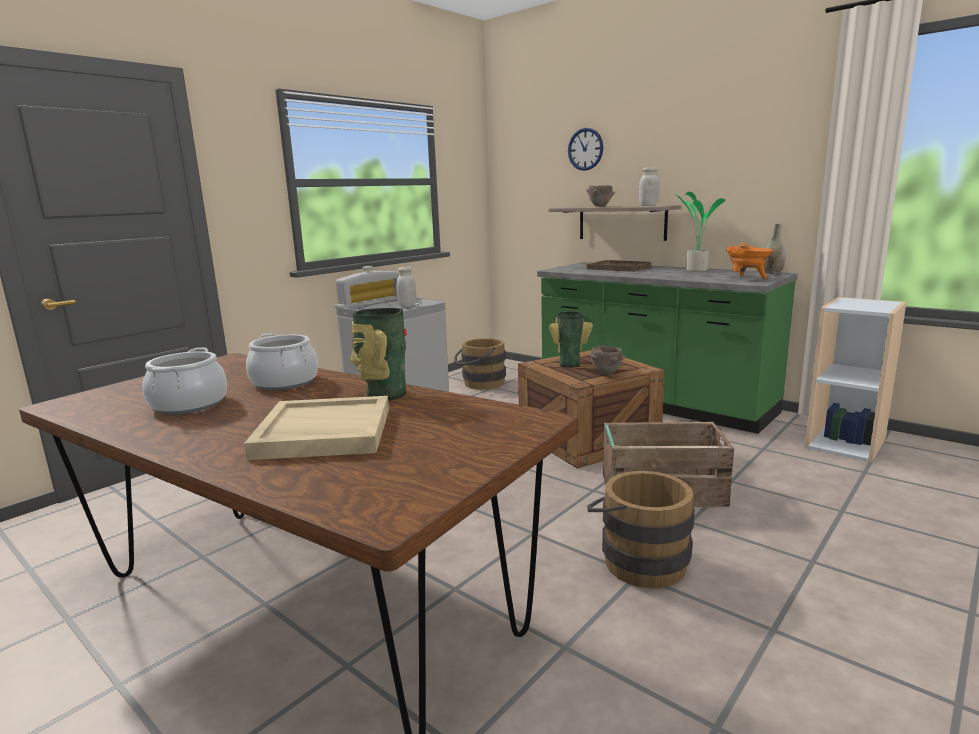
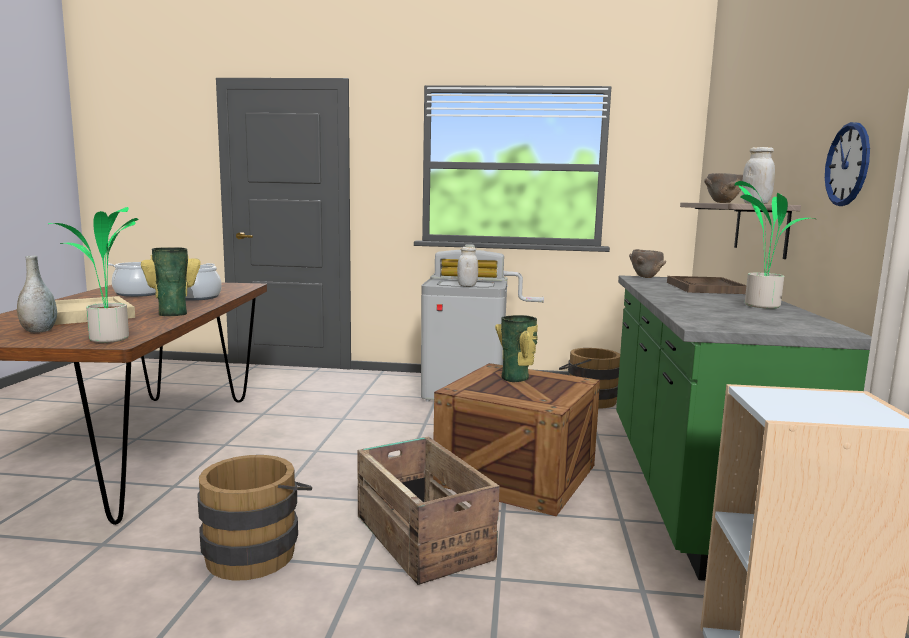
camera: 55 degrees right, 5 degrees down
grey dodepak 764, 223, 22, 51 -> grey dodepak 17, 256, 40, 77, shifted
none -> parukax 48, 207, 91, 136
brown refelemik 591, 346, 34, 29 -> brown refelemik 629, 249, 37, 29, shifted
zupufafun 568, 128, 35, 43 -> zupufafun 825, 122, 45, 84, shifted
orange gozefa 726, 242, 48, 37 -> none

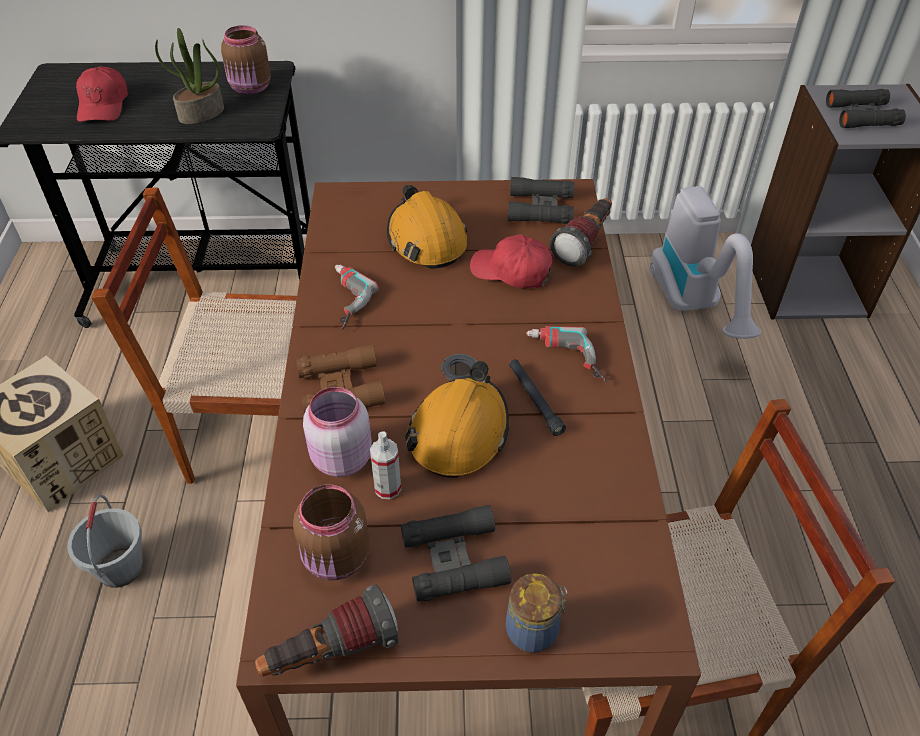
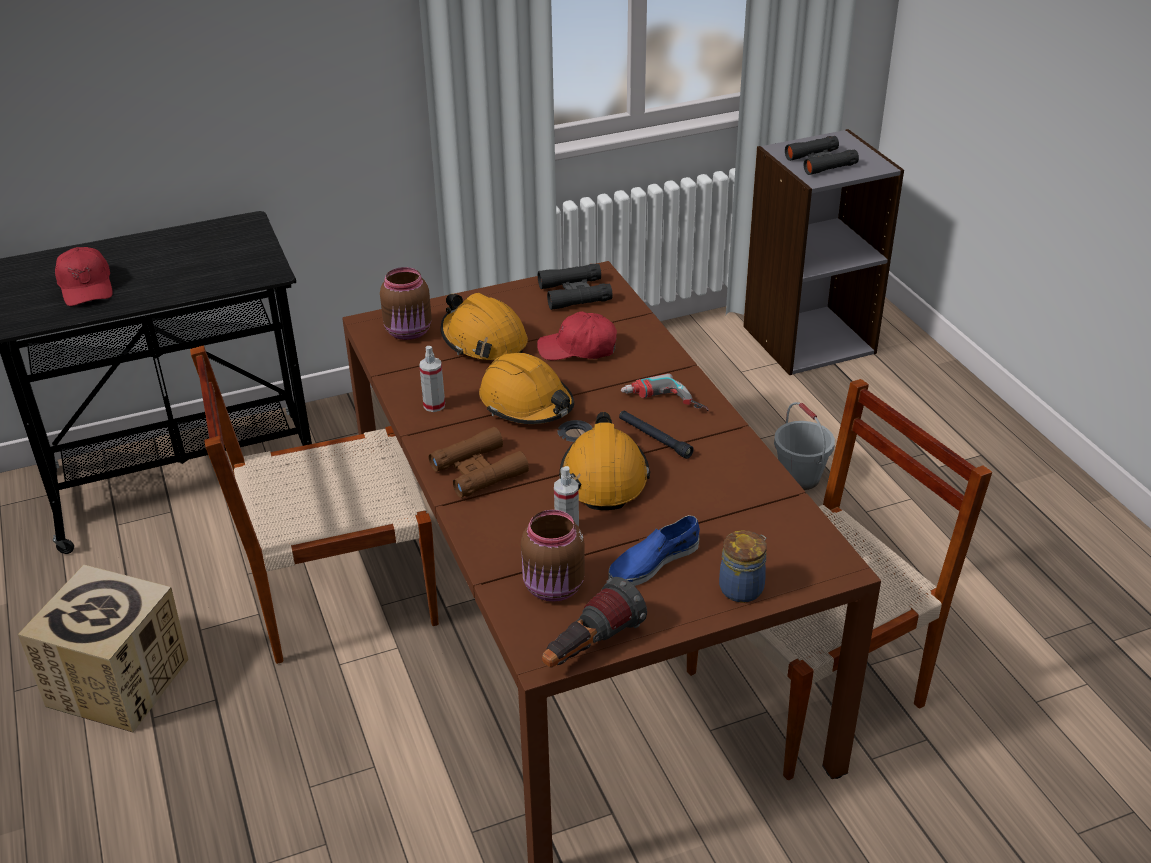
camera: 20 degrees left, 10 degrees down
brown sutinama 221, 25, 50, 70 -> brown sutinama 380, 267, 52, 73, shifted
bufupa 335, 265, 44, 65 -> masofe 419, 346, 26, 66
none -> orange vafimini 479, 353, 95, 71
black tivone 401, 505, 111, 97 -> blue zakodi 608, 515, 92, 71
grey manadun 67, 494, 76, 94 -> grey manadun 774, 402, 61, 88, shifted
parukax 155, 28, 69, 96 -> none
pink sutinama 303, 387, 69, 90 -> none
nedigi 550, 198, 62, 69 -> none
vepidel 650, 186, 111, 153 -> none

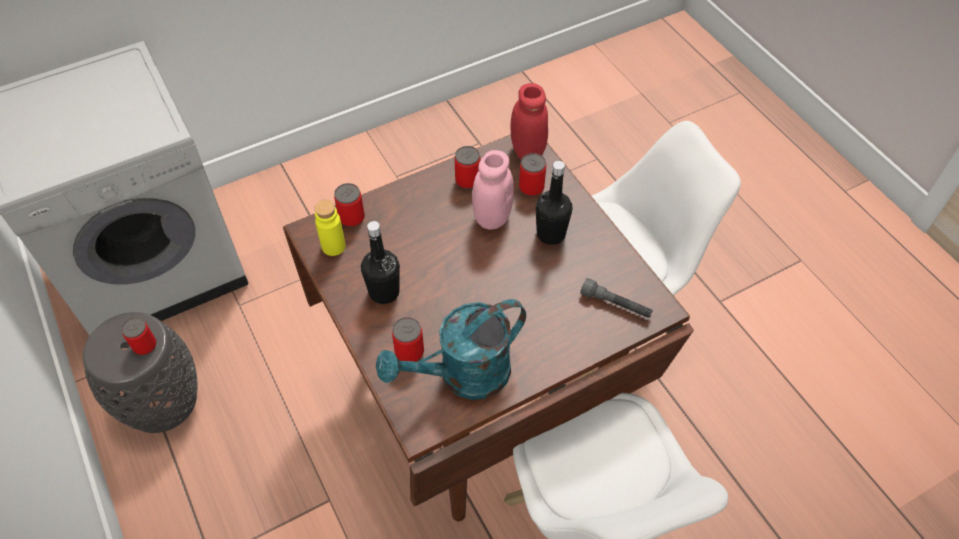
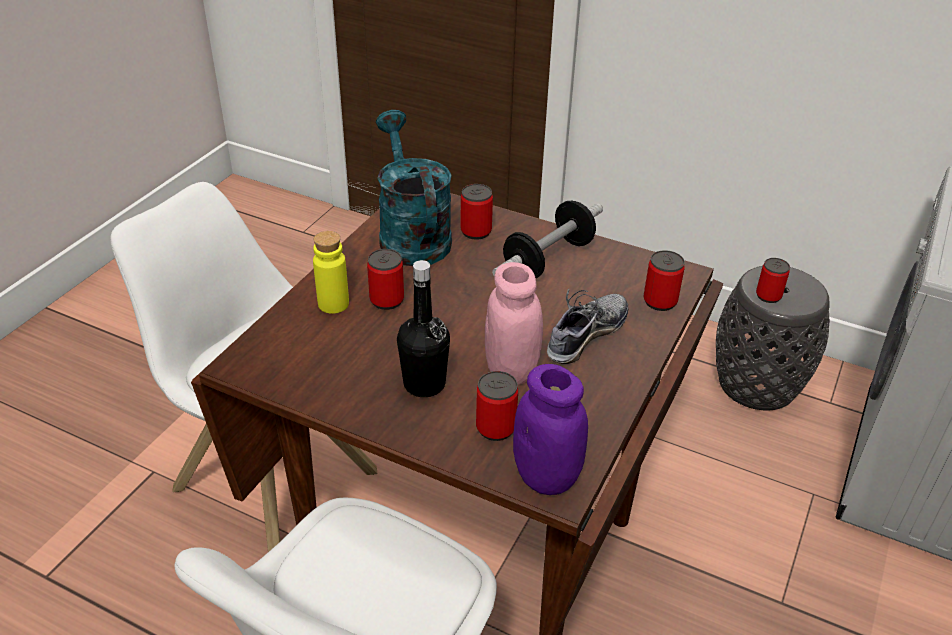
camera: 145 degrees right, 15 degrees down
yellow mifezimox 314, 200, 32, 56 -> yellow mifezimox 313, 231, 36, 83, shifted
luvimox 455, 146, 25, 43 -> luvimox 367, 249, 37, 61, shifted
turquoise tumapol 376, 299, 150, 101 -> turquoise tumapol 376, 110, 76, 156, 45 degrees counterclockwise
black mifezimox 361, 221, 39, 83 -> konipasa 492, 201, 111, 77
red sutinama 511, 83, 37, 77 -> purple sutinama 513, 364, 75, 131
none -> zakodi 547, 289, 81, 75
grey nedigi 580, 278, 73, 40 -> none

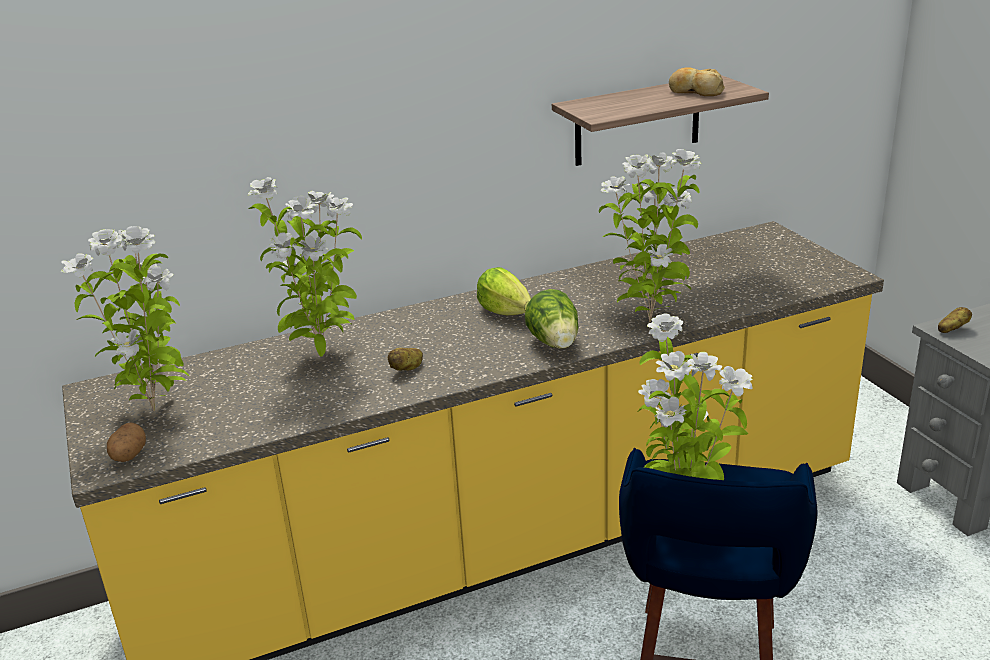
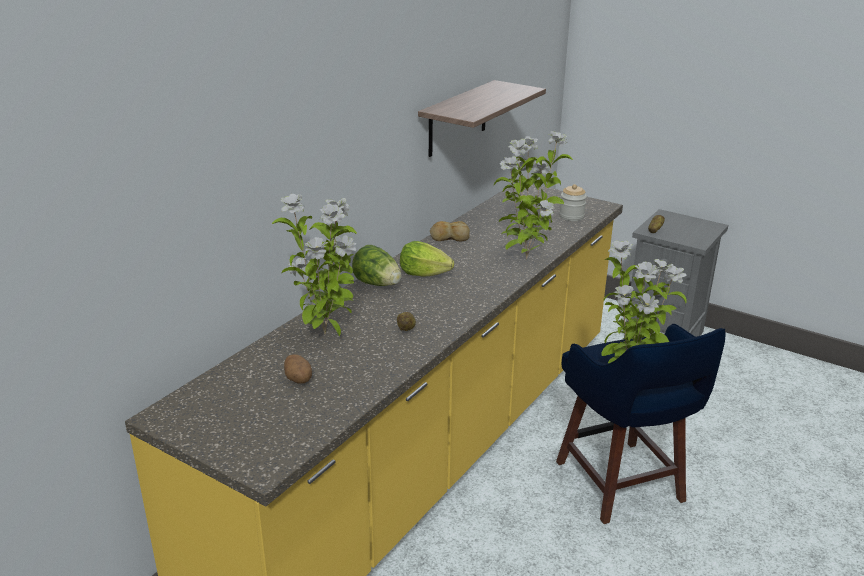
camera: 35 degrees left, 0 degrees up
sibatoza 107, 422, 39, 40 -> sibatoza 284, 354, 28, 30, shifted
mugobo 525, 289, 53, 60 -> mugobo 352, 245, 50, 41, shifted
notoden 669, 67, 56, 29 -> notoden 430, 221, 40, 21, shifted
none -> sutinama 559, 184, 28, 37
parukax 61, 226, 129, 185 -> none

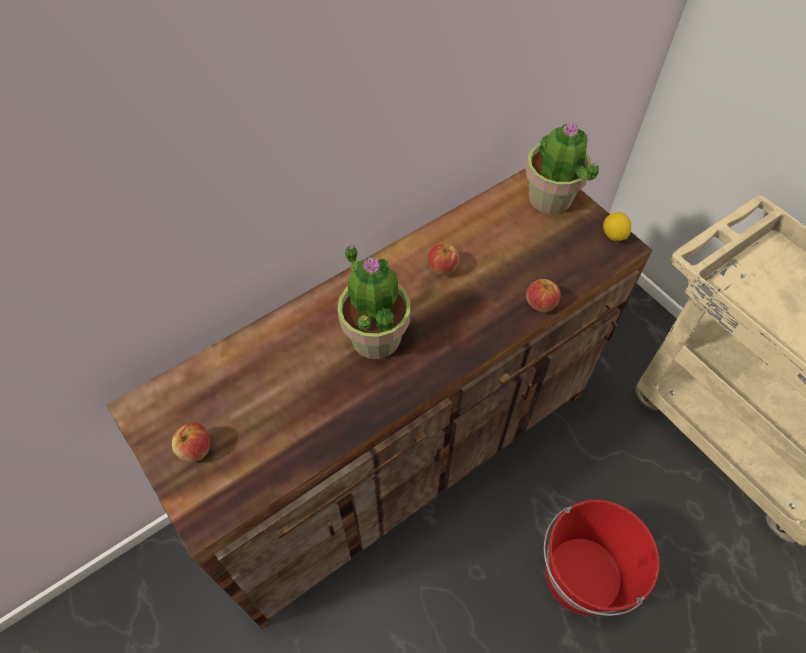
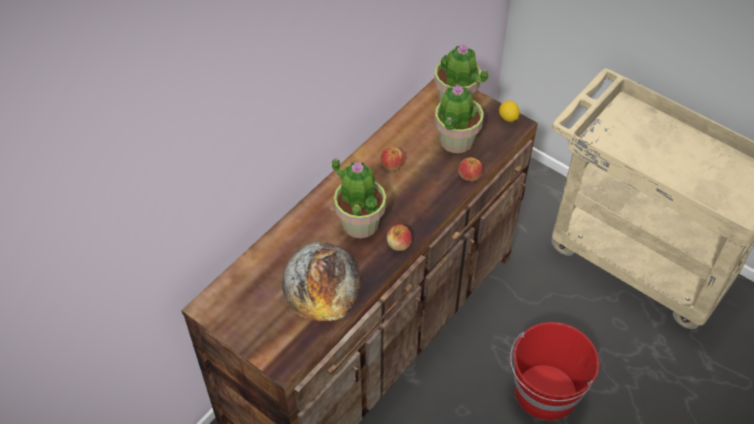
camera: 15 degrees left, 5 degrees down
none -> notoden 282, 242, 78, 79
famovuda 172, 423, 38, 39 -> famovuda 387, 224, 25, 27, shifted
none -> parukax 434, 84, 50, 69

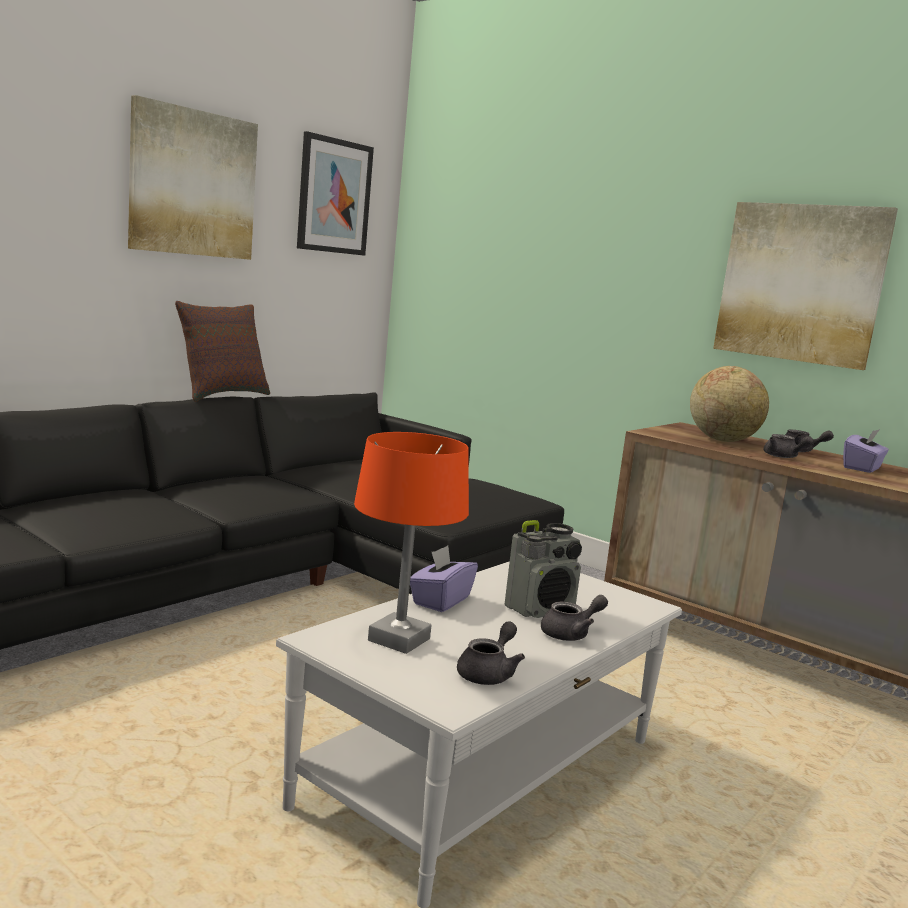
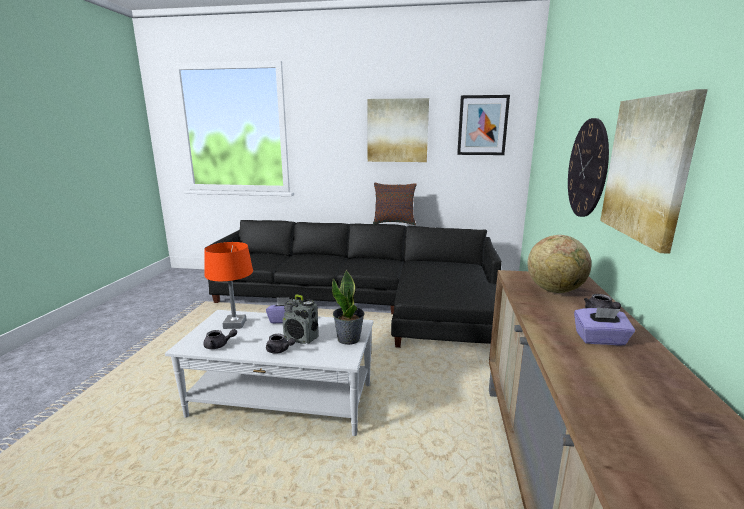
camera: 60 degrees right, 5 degrees up
none -> parukax 332, 270, 32, 75
none -> zupufafun 568, 118, 41, 99
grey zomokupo 764, 434, 50, 24 -> none

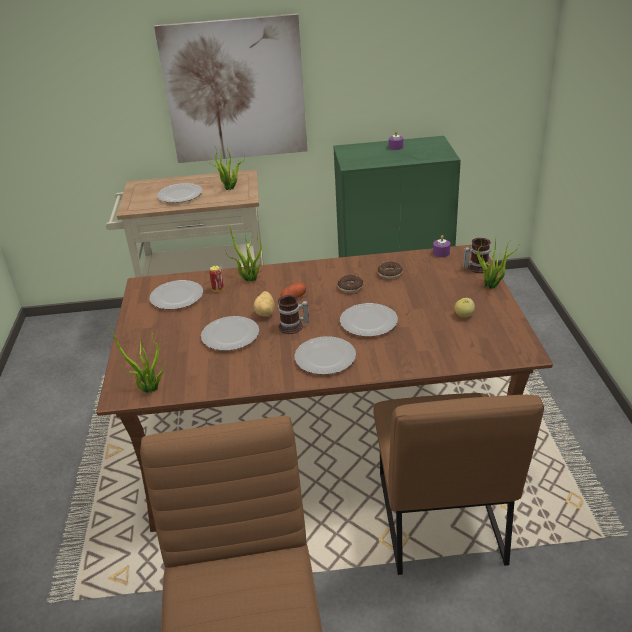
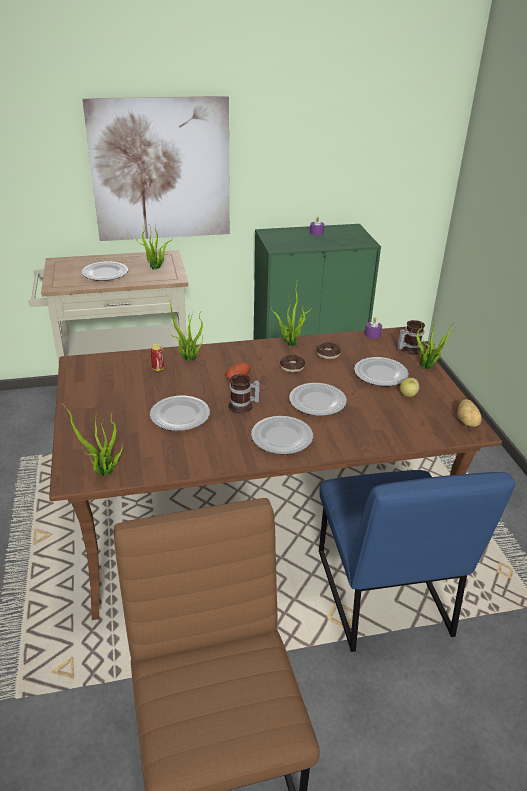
camera: 10 degrees left, 0 degrees up
none -> parukax 271, 279, 42, 67
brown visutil 373, 393, 171, 182 -> blue visutil 319, 470, 196, 182
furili 150, 280, 53, 29 -> furili 354, 357, 54, 29, shifted
sibatoza 254, 291, 21, 26 -> sibatoza 457, 399, 25, 28, shifted

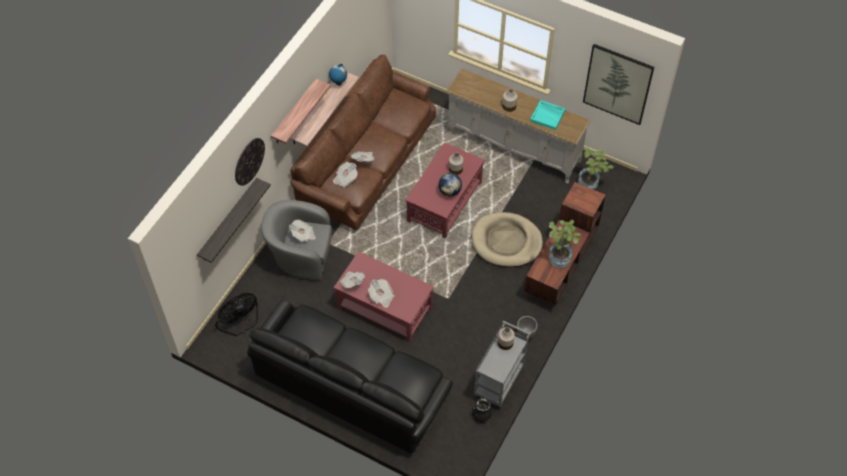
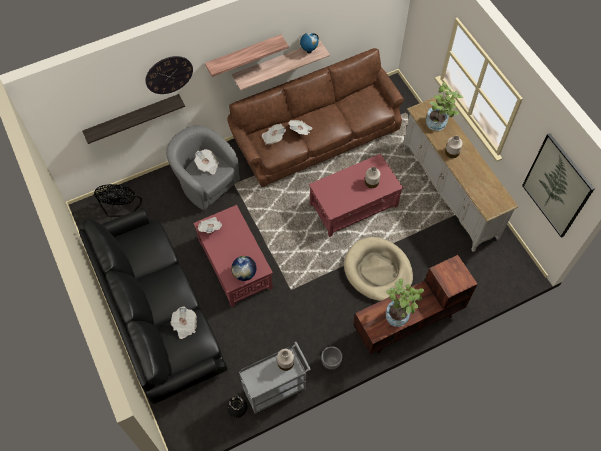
camera: 35 degrees right, 5 degrees up
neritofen 368, 279, 27, 29 -> neritofen 171, 307, 26, 32, shifted
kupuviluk 439, 173, 23, 24 -> kupuviluk 231, 256, 26, 25, shifted
parukax 578, 147, 36, 43 -> parukax 426, 82, 37, 49, shifted
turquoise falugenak 530, 100, 36, 30 -> none

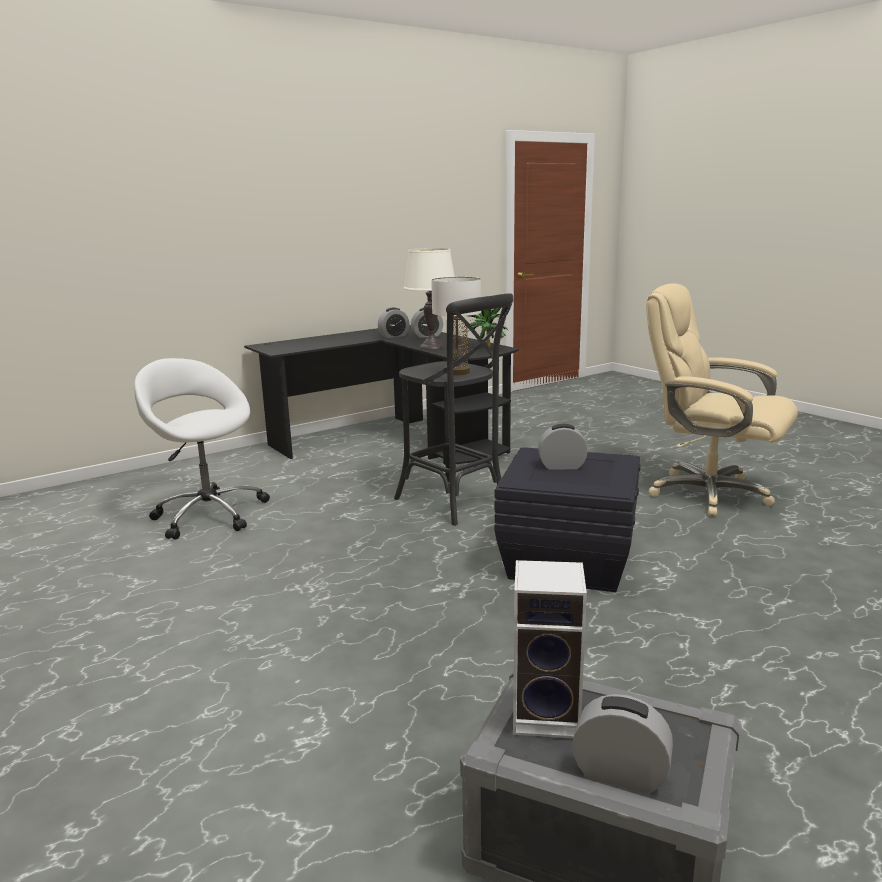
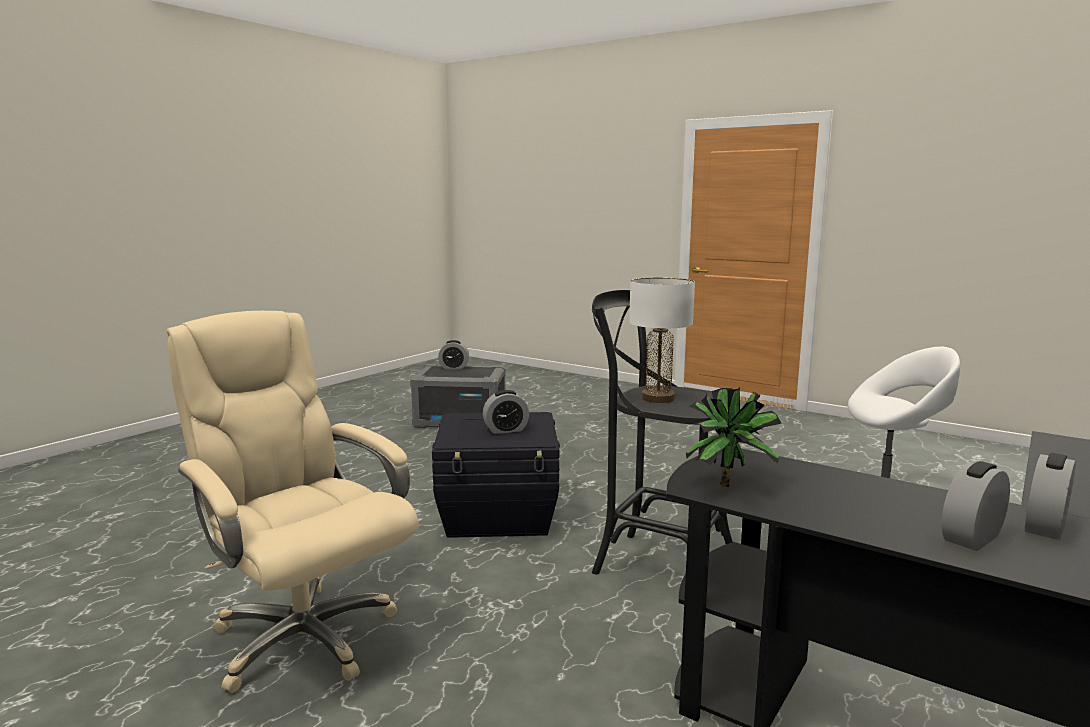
camera: 160 degrees right, 5 degrees down
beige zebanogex 646, 283, 152, 234 -> beige zebanogex 167, 311, 252, 382, 150 degrees counterclockwise
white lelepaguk 404, 248, 51, 102 -> none
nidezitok 513, 560, 74, 178 -> none

